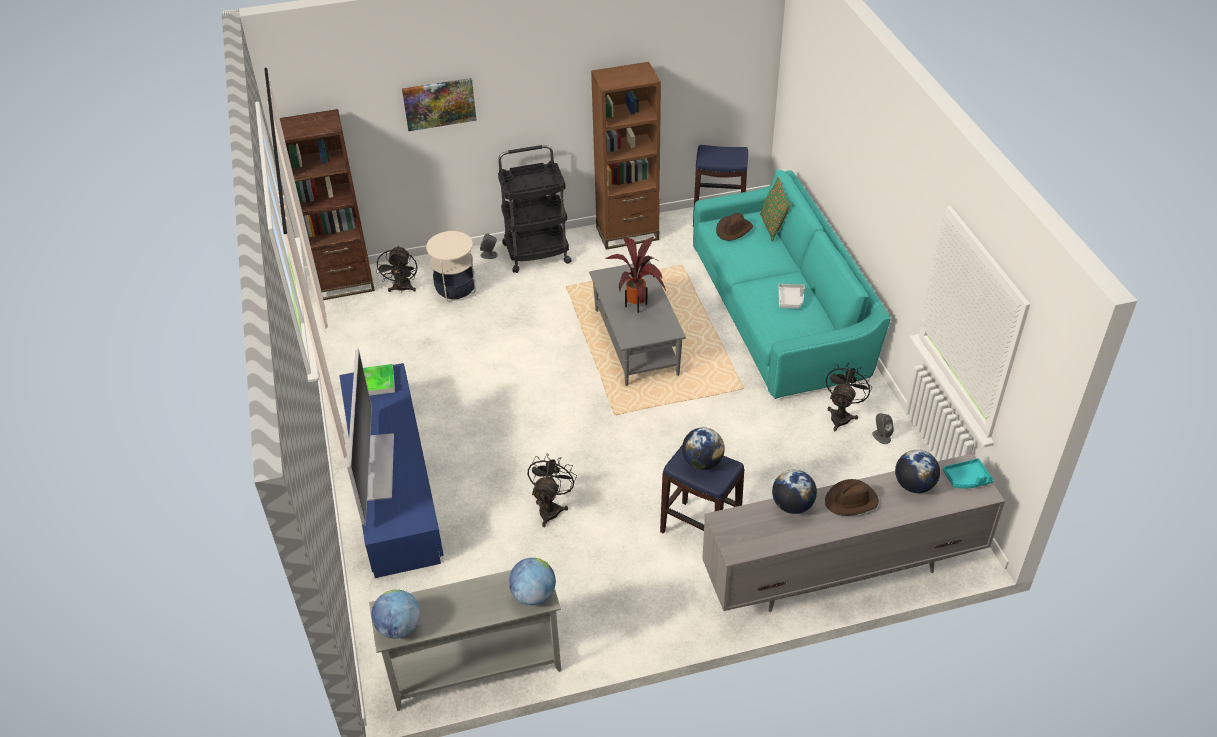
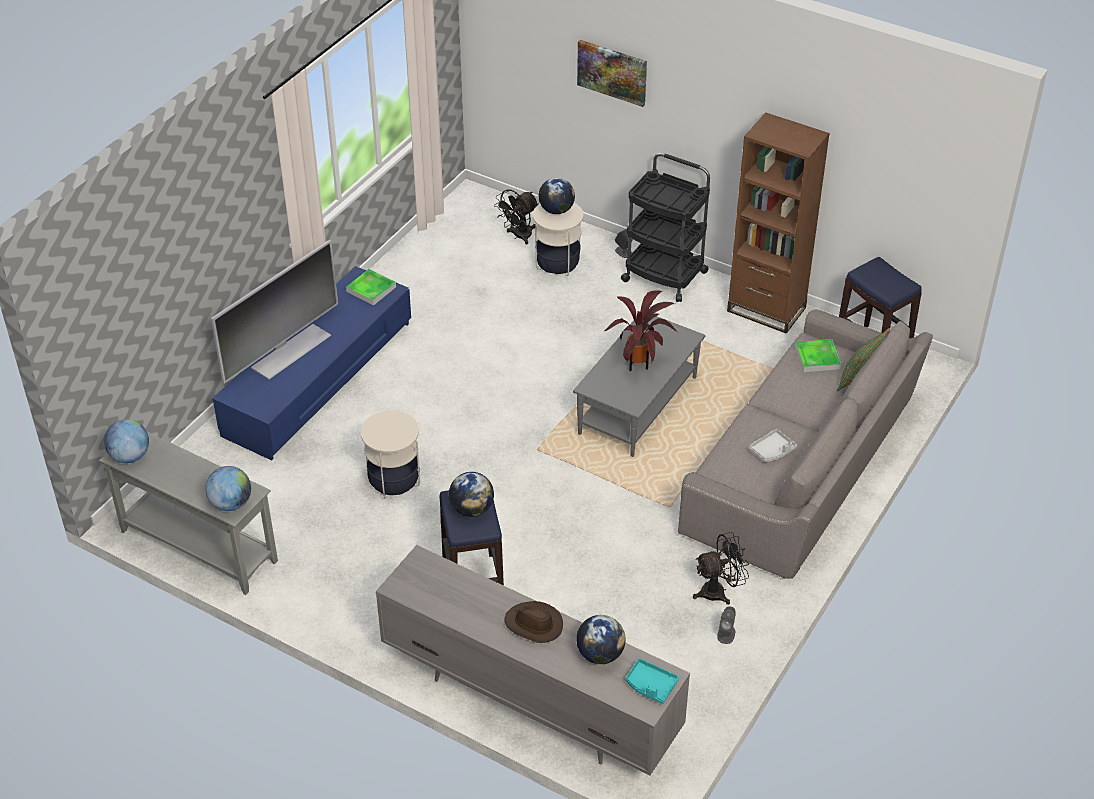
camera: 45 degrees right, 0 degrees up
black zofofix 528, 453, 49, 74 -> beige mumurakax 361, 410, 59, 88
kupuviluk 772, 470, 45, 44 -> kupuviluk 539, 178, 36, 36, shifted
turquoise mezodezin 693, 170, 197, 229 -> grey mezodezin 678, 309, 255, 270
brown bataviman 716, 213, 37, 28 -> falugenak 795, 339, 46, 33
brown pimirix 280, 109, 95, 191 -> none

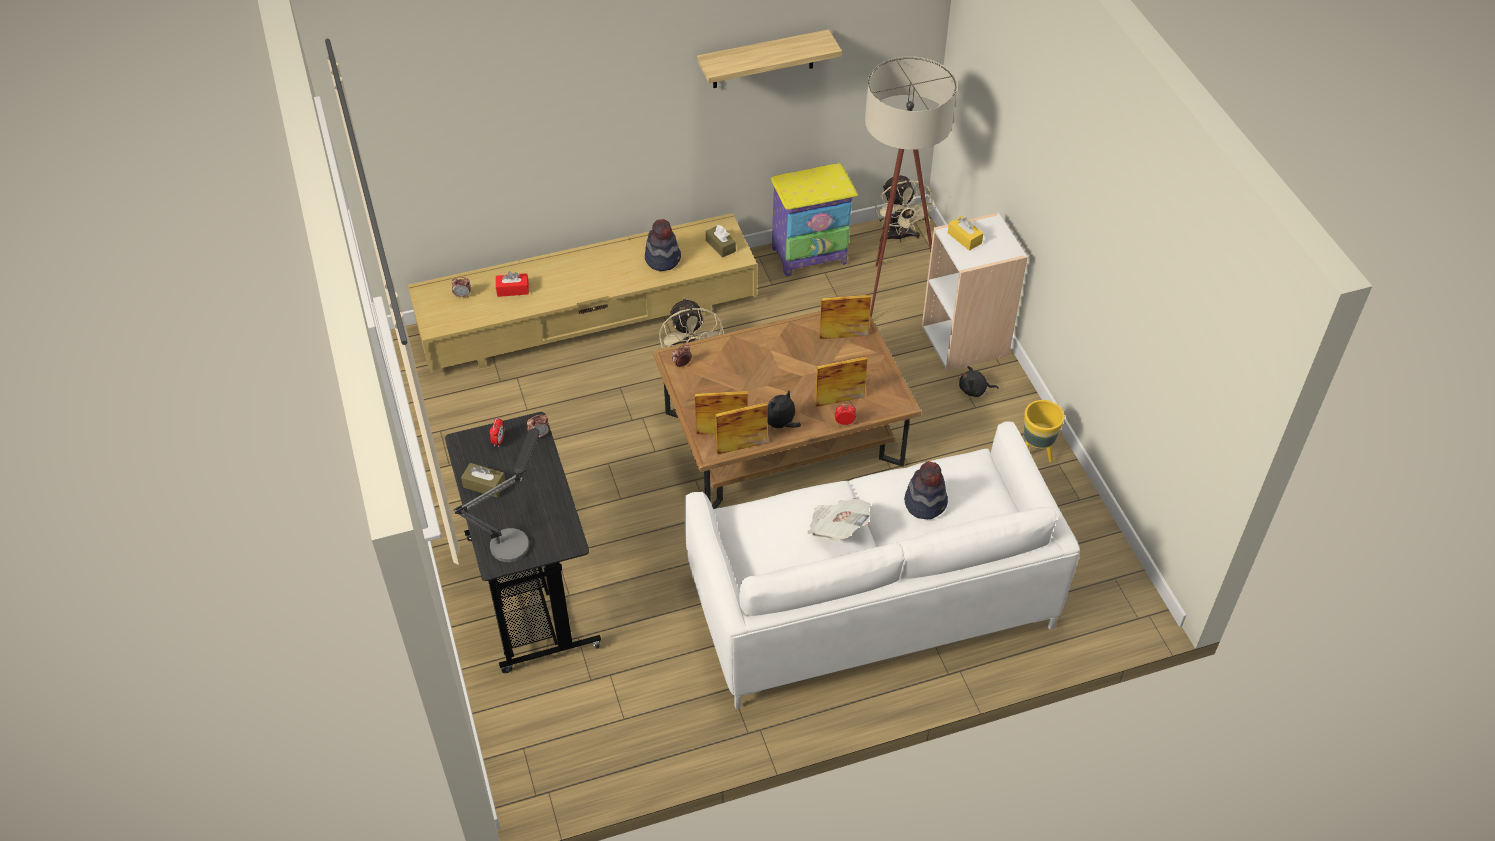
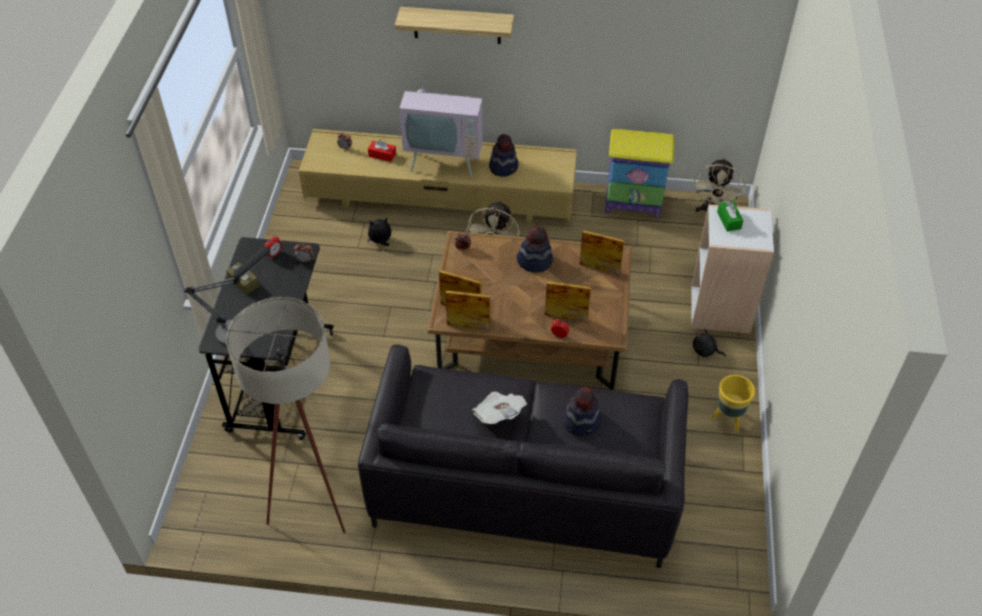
camera: 25 degrees right, 0 degrees up
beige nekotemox 865, 56, 92, 262 -> beige nekotemox 226, 297, 120, 236, shifted
white mezodezin 685, 421, 395, 288 -> black mezodezin 358, 344, 330, 224
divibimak 767, 391, 34, 41 -> divibimak 367, 218, 24, 28, shifted
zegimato 697, 29, 145, 59 -> zegimato 395, 7, 119, 37, shifted
none -> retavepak 399, 58, 84, 120
none -> bataviman 517, 227, 36, 46
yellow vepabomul 948, 216, 36, 35 -> green vepabomul 717, 201, 27, 30
brown vepabomul 706, 225, 30, 33 -> none

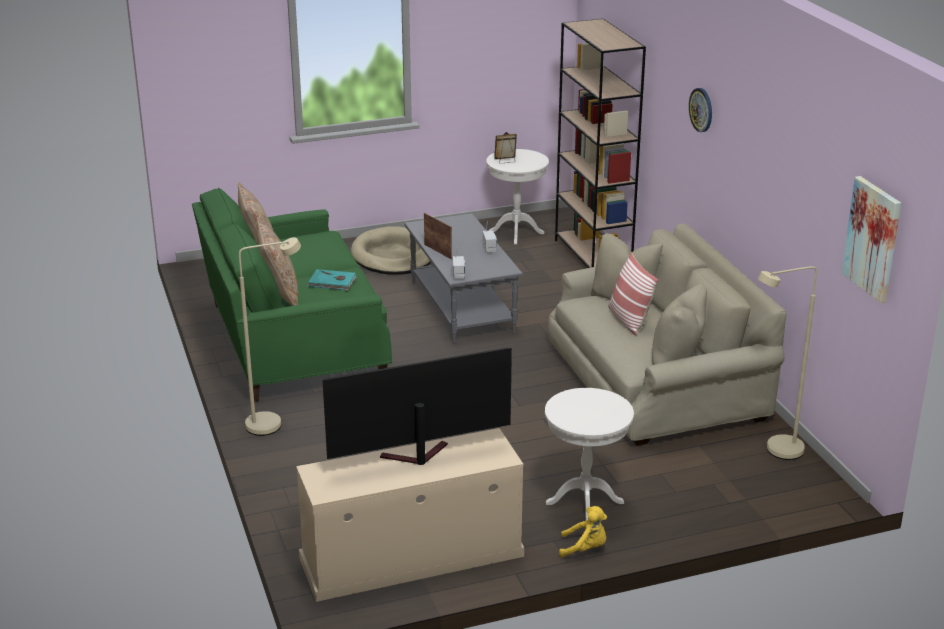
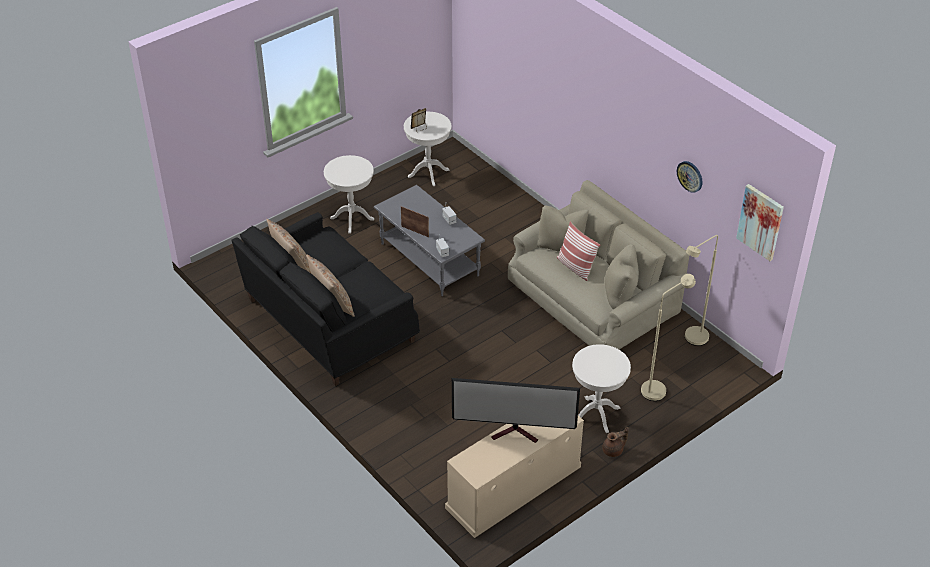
camera: 20 degrees left, 15 degrees up
green mezodezin 192, 188, 201, 214 -> black mezodezin 231, 212, 189, 174
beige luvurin 351, 226, 80, 49 -> white mumurakax 324, 155, 50, 78
retavepak 323, 348, 189, 117 -> retavepak 452, 378, 128, 65, 135 degrees counterclockwise
yellow divibimak 559, 506, 48, 52 -> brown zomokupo 602, 427, 27, 30
beige nekotemox 239, 237, 62, 199 -> beige nekotemox 641, 274, 55, 127, shifted
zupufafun 689, 88, 23, 44 -> zupufafun 677, 161, 25, 32, shifted
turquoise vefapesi 308, 269, 48, 21 -> none
beige pimirix 555, 18, 91, 250 -> none

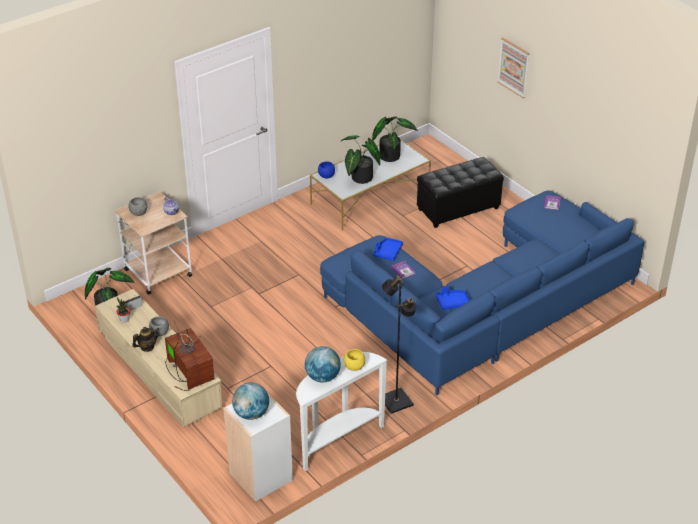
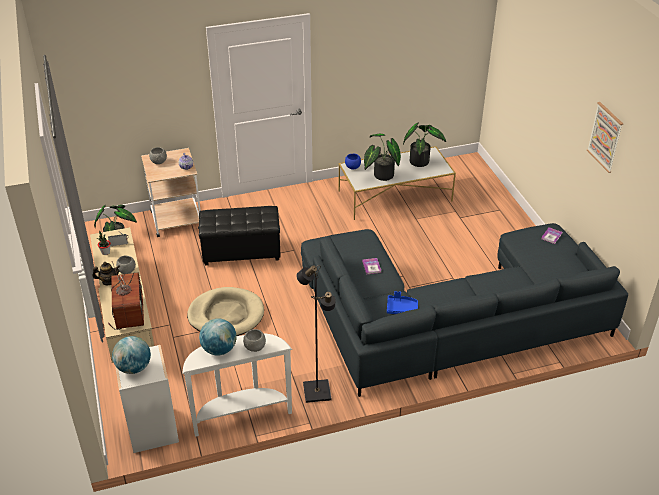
camera: 20 degrees right, 0 degrees up
none -> beige luvurin 187, 287, 77, 49
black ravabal 417, 157, 87, 71 -> black ravabal 199, 206, 82, 59, shifted
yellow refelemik 344, 349, 21, 22 -> grey refelemik 243, 329, 23, 23
blue mezodezin 320, 190, 324, 206 -> grey mezodezin 301, 223, 327, 174
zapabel 497, 38, 33, 60 -> zapabel 587, 102, 36, 71, shifted
blue falugenak 373, 238, 30, 23 -> none

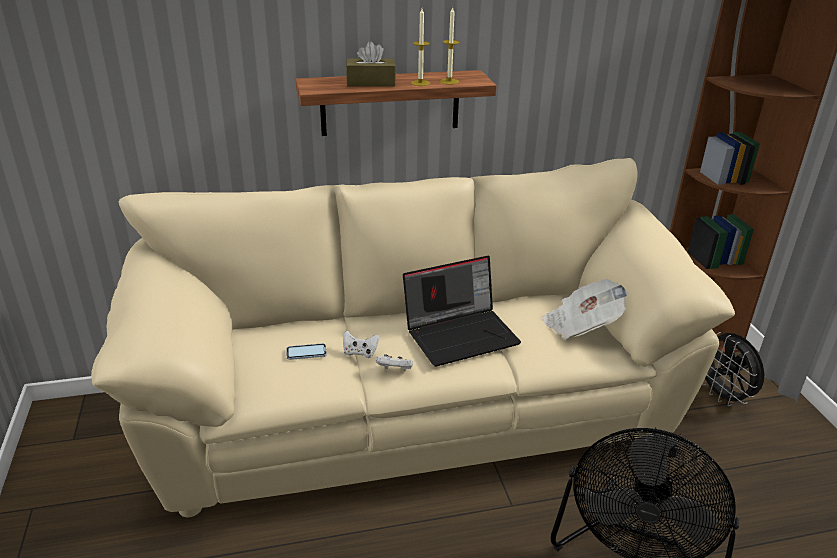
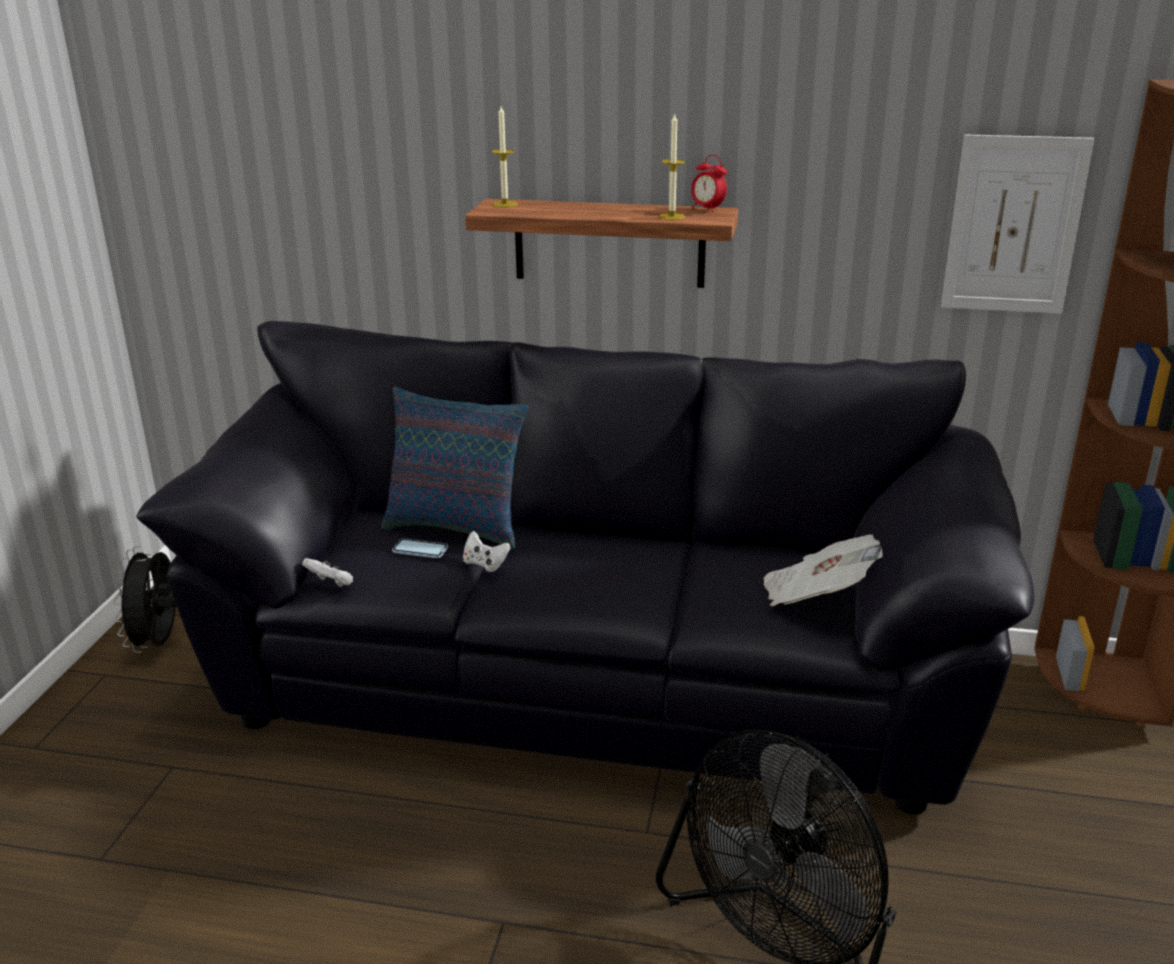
camera: 25 degrees right, 5 degrees down
black zofofix 702, 332, 62, 74 -> black zofofix 113, 546, 64, 107, shifted
beige mezodezin 91, 158, 644, 359 -> black mezodezin 136, 321, 898, 494
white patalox 376, 354, 37, 17 -> white patalox 302, 558, 51, 29, shifted
none -> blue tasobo 381, 387, 147, 163
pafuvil 411, 9, 19, 77 -> pafuvil 492, 106, 26, 101, shifted
none -> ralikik 691, 155, 36, 57
none -> zapabel 941, 135, 153, 179
brown vepabomul 346, 41, 50, 46 -> none
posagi 403, 256, 118, 111 -> none

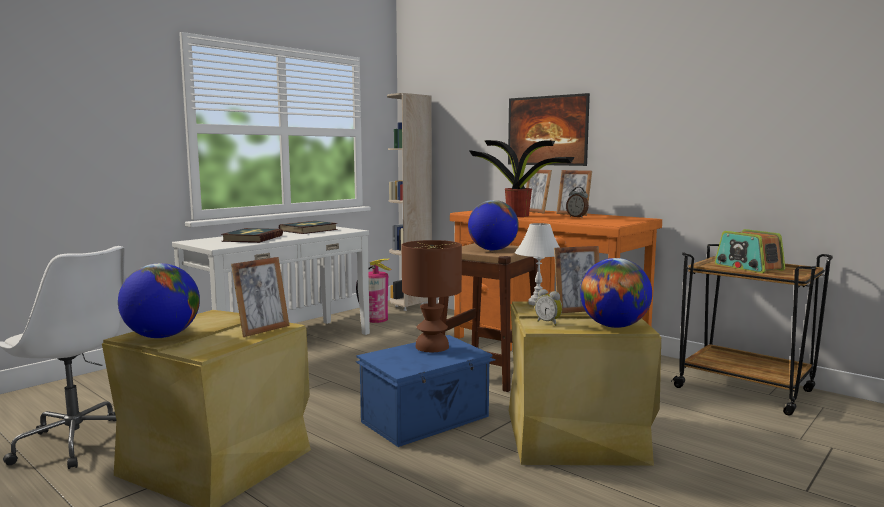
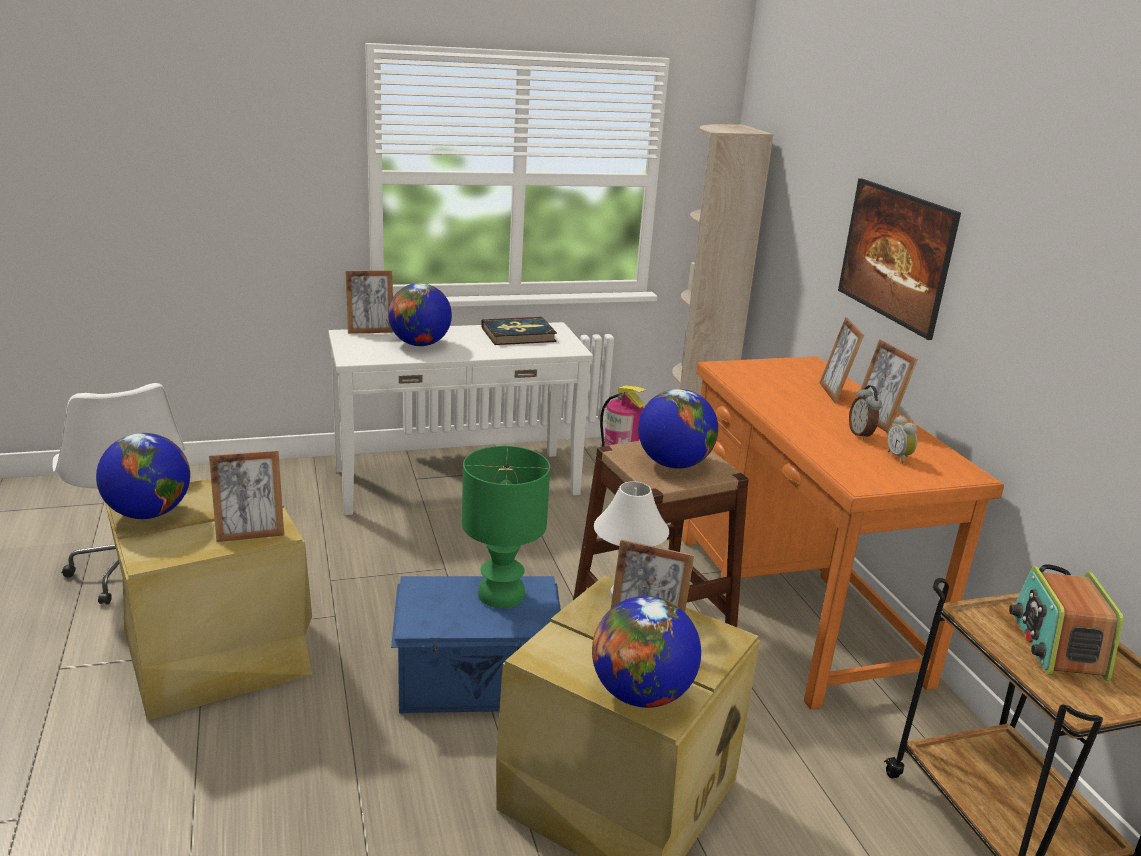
camera: 30 degrees right, 15 degrees up
none -> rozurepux 345, 271, 49, 63
vefapesi 221, 228, 62, 15 -> kupuviluk 388, 283, 64, 63
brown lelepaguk 402, 240, 60, 112 -> green lelepaguk 462, 446, 88, 162
ralikik 535, 289, 27, 37 -> ralikik 887, 416, 30, 47, shifted
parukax 469, 140, 105, 77 -> none

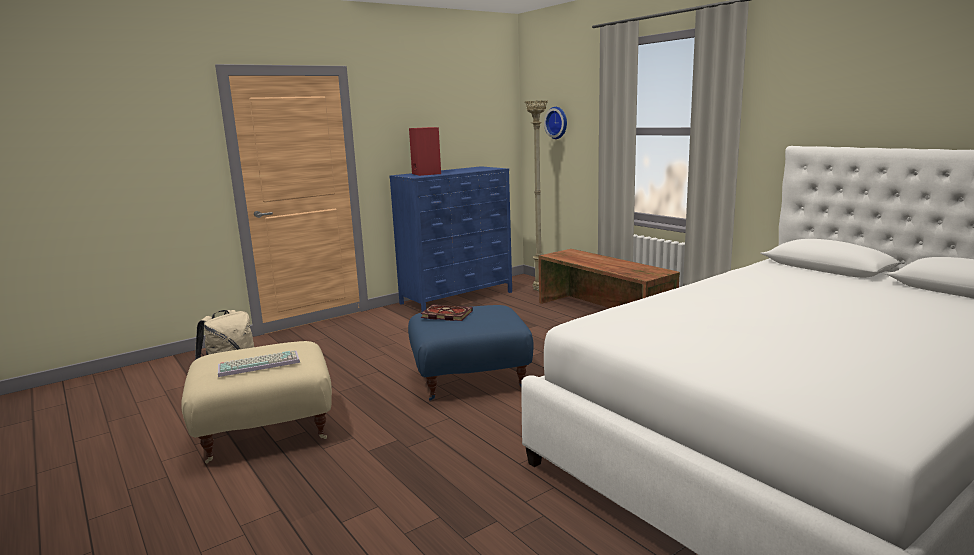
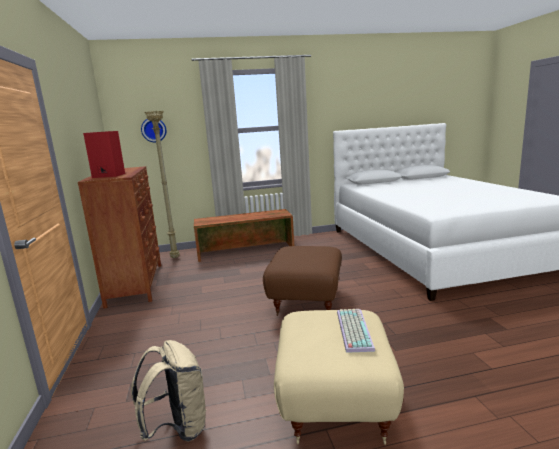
camera: 65 degrees left, 0 degrees up
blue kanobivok 389, 166, 123, 146 -> brown kanobivok 78, 166, 83, 143
blue ravabal 408, 305, 126, 96 -> brown ravabal 263, 246, 79, 70
vefapesi 420, 305, 53, 16 -> none

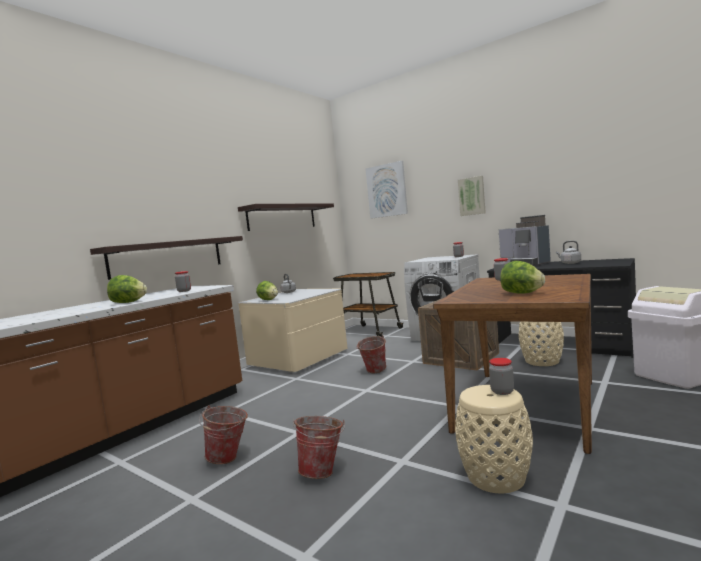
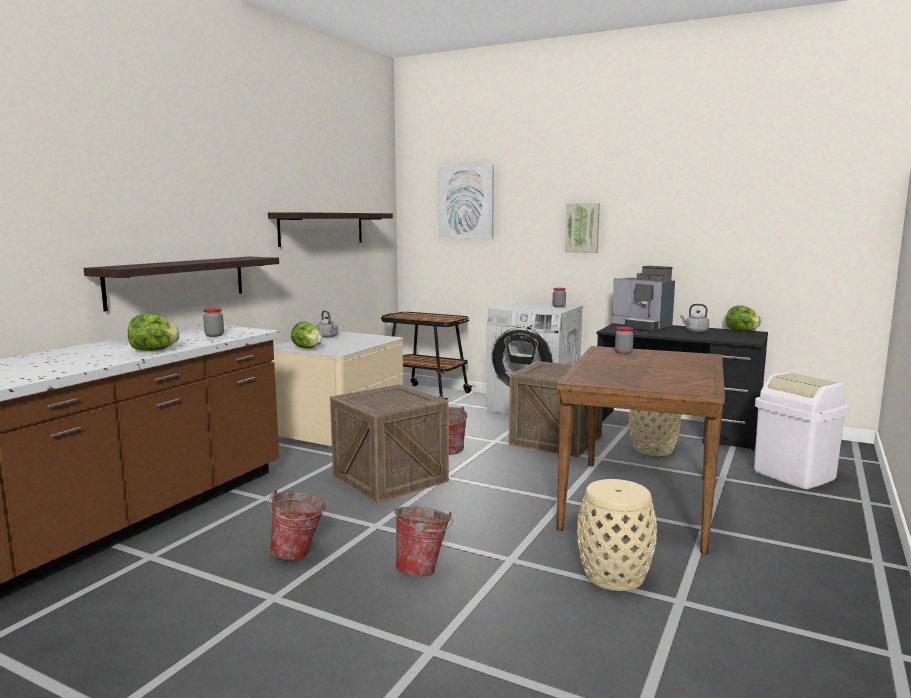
camera: 10 degrees left, 5 degrees up
none -> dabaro 330, 384, 119, 119
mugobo 500, 261, 45, 33 -> mugobo 726, 305, 35, 26, shifted
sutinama 489, 358, 25, 37 -> none

